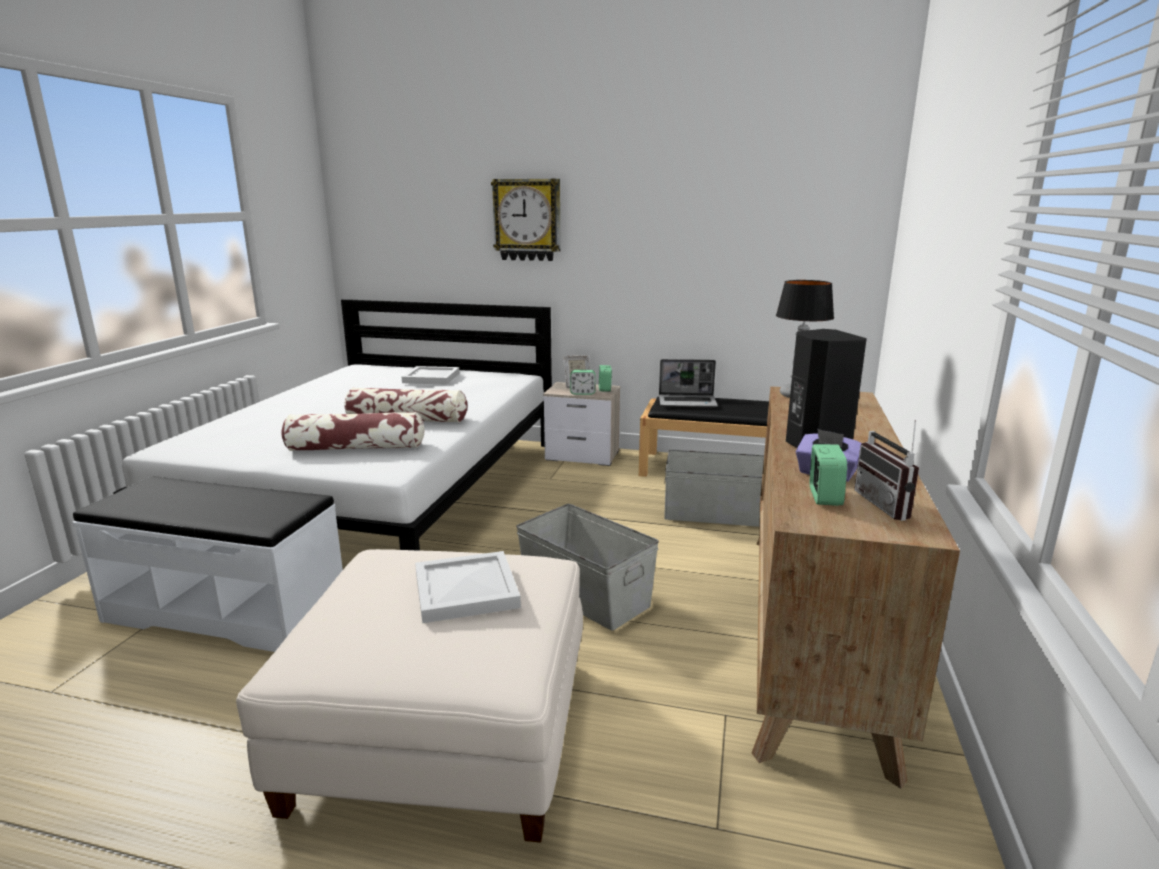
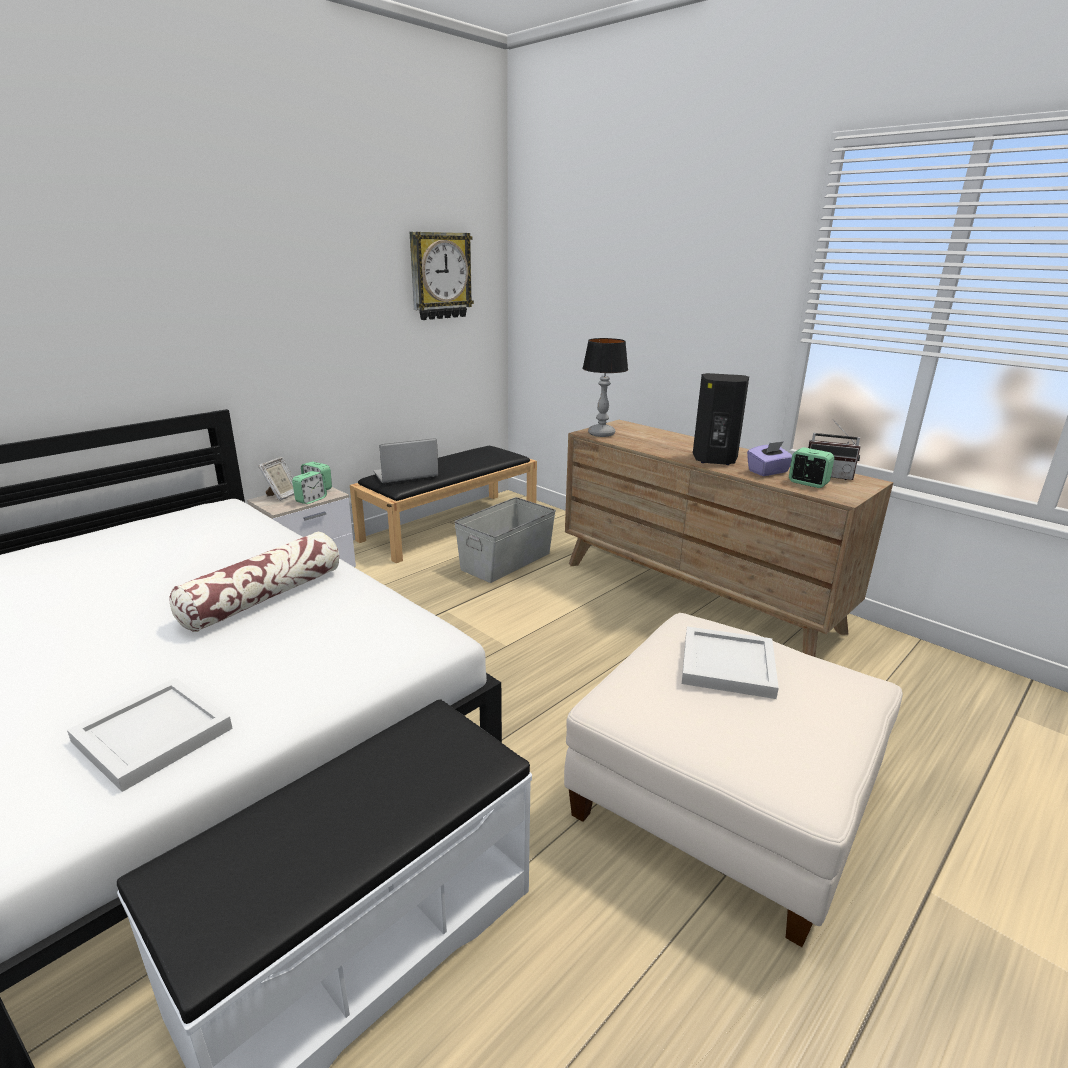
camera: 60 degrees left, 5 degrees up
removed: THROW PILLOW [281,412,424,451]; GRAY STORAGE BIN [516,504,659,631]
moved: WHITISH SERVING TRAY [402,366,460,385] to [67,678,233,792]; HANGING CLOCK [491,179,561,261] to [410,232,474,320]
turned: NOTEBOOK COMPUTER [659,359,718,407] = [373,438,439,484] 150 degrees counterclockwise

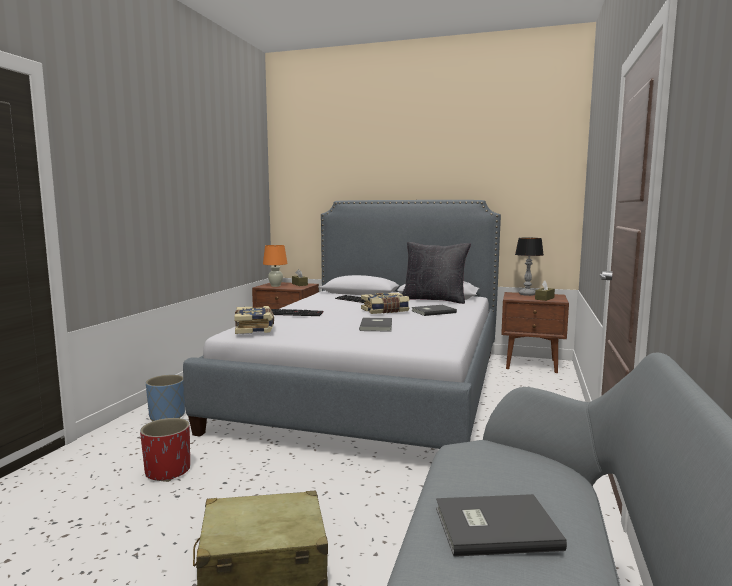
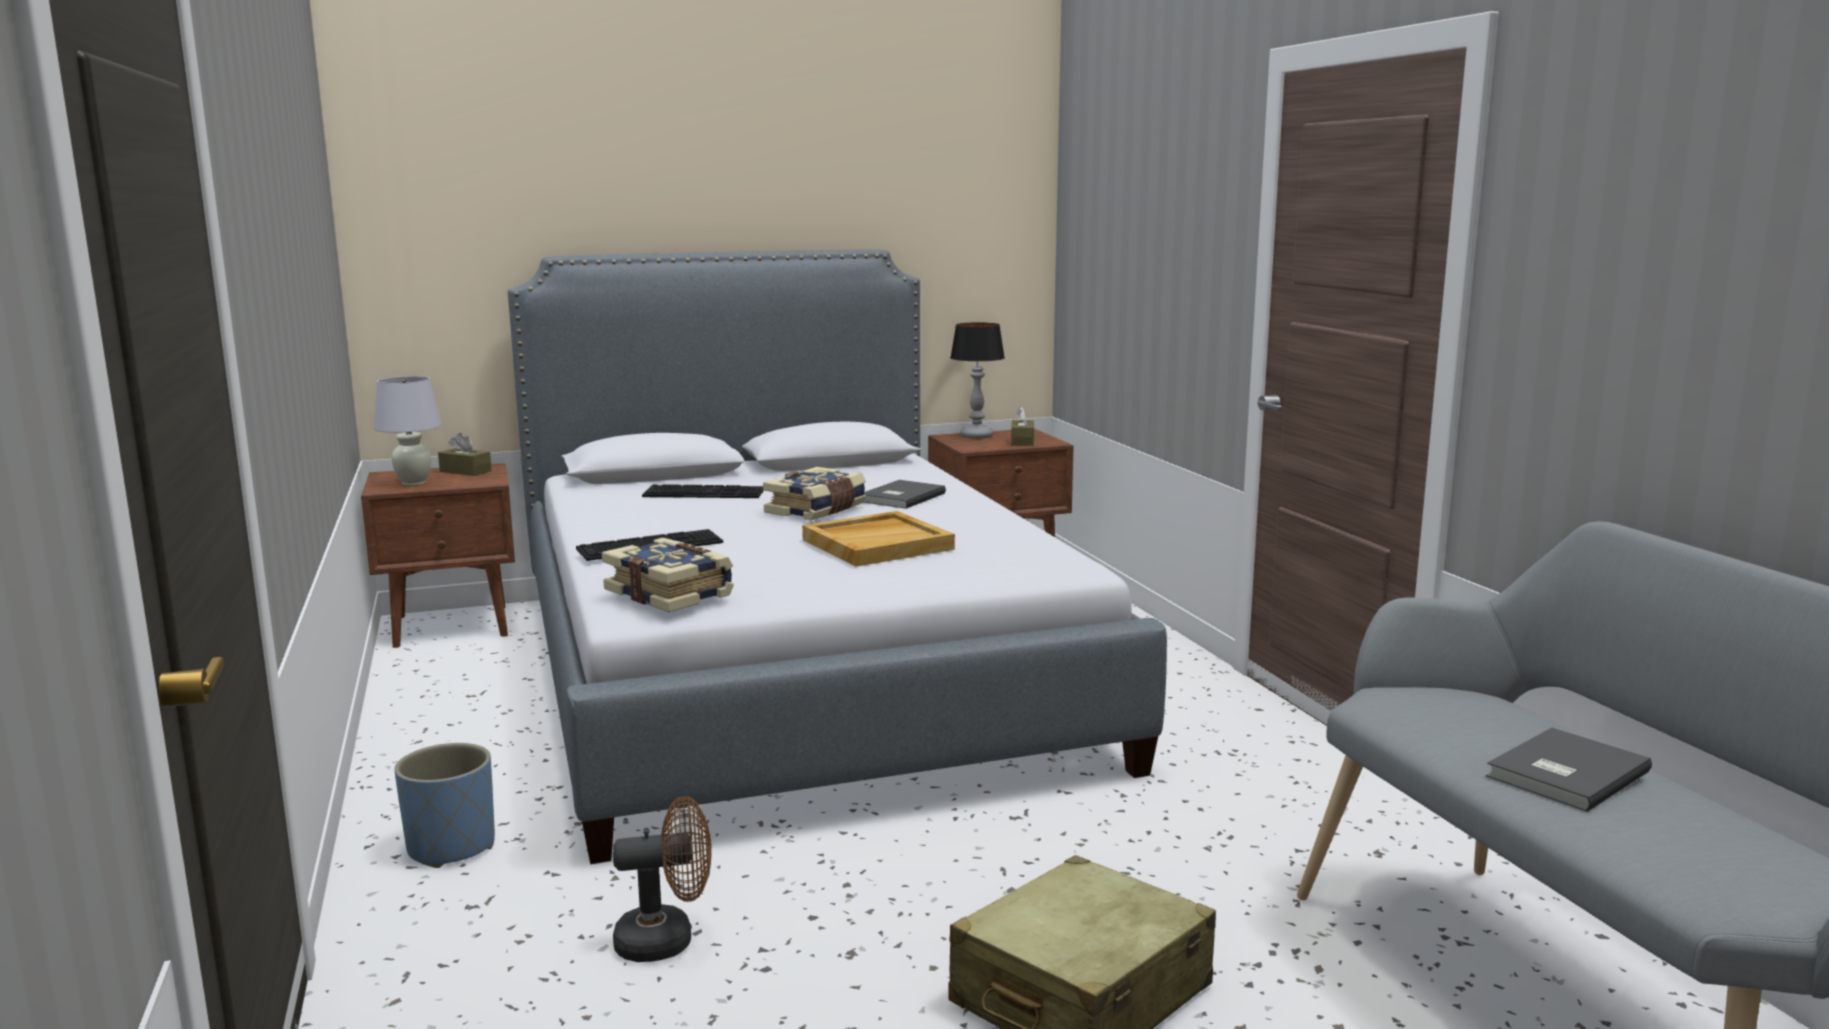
camera: 35 degrees left, 5 degrees up
removed: BLACK-COLOURED THROW PILLOW [402,242,471,304]
replaced: RED FLOWER POT [140,418,190,482] to BROWN ELECTRIC FAN [613,796,711,962]; GRAY BOUND BOOK [359,318,392,332] to BEIGE SERVING TRAY [802,511,955,567]
recoloured: ORANGE TABLETOP LAMP [263,245,288,287] to WHITISH TABLETOP LAMP [374,376,442,486]

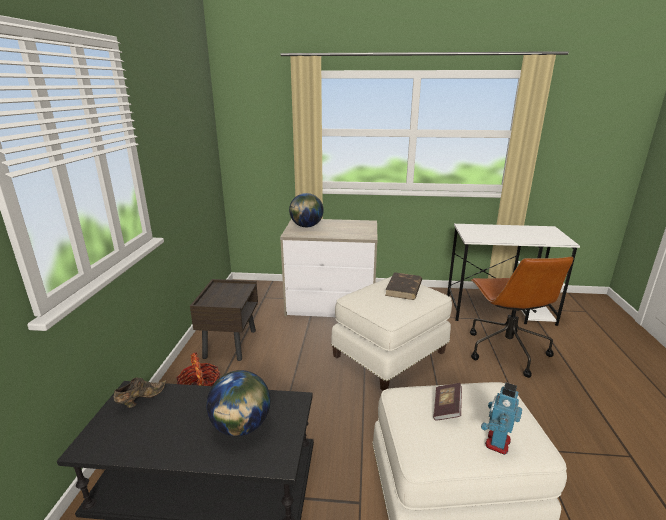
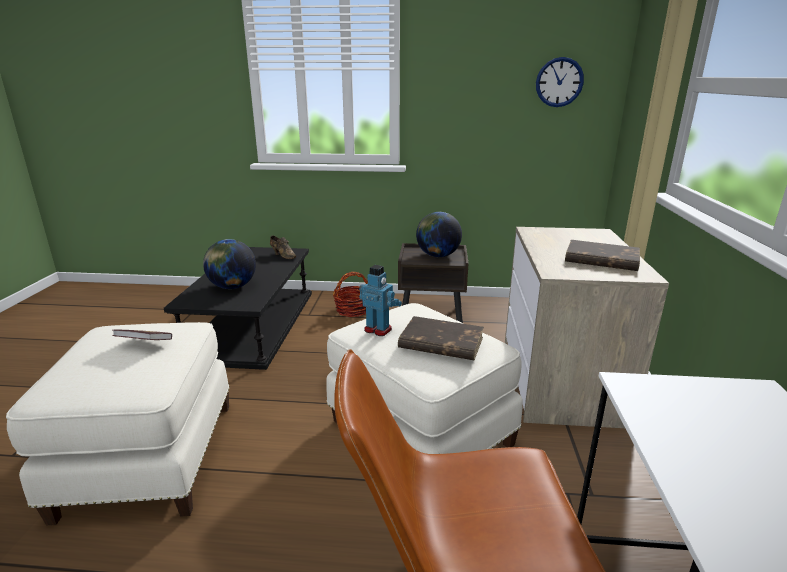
camera: 90 degrees right, 0 degrees up
added: HANGING CLOCK [536,57,584,107]; BROWN BOUND BOOK [565,240,640,271]
moved: DESK GLOBE [289,193,324,227] to [416,212,462,257]; ROBOT FIGURE [481,382,522,455] to [359,265,402,336]

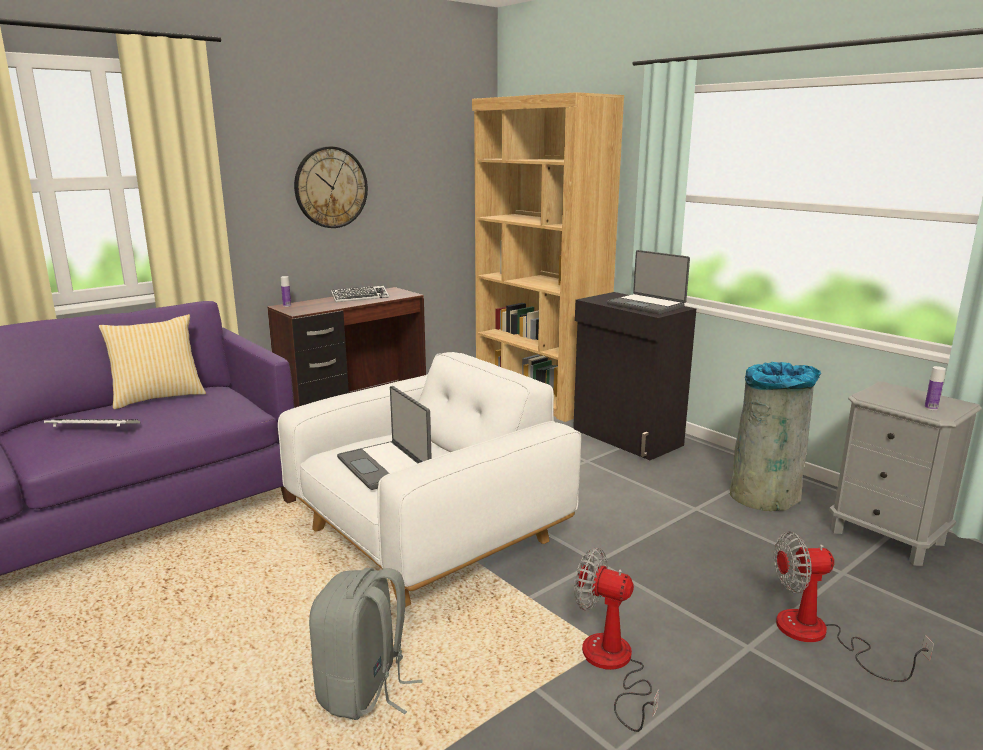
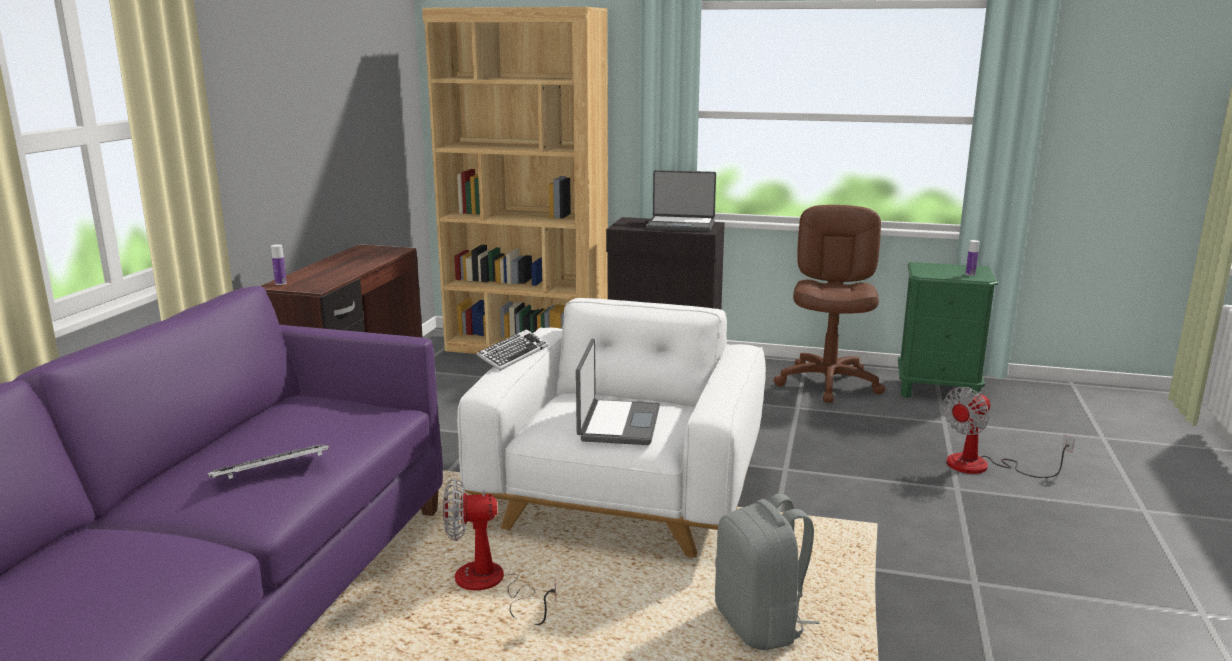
camera: 35 degrees left, 0 degrees up
removed: THROW PILLOW [99,314,206,409]; HANGING CLOCK [294,146,368,228]
moved: PC KEYBOARD [331,286,389,302] to [476,329,549,371]; ELECTRIC FAN [574,548,659,732] to [443,478,556,625]
replaced: GRAY TRASH CAN [729,362,821,511] to BROWN COMPUTER CHAIR [773,205,885,403]
recoloured: GRAY NIGHT TABLE [829,381,982,566] to GREEN-COLOURED NIGHT TABLE [898,262,998,398]
turned: NOTEBOOK COMPUTER [337,386,432,490] = [576,339,660,445] 105 degrees counterclockwise

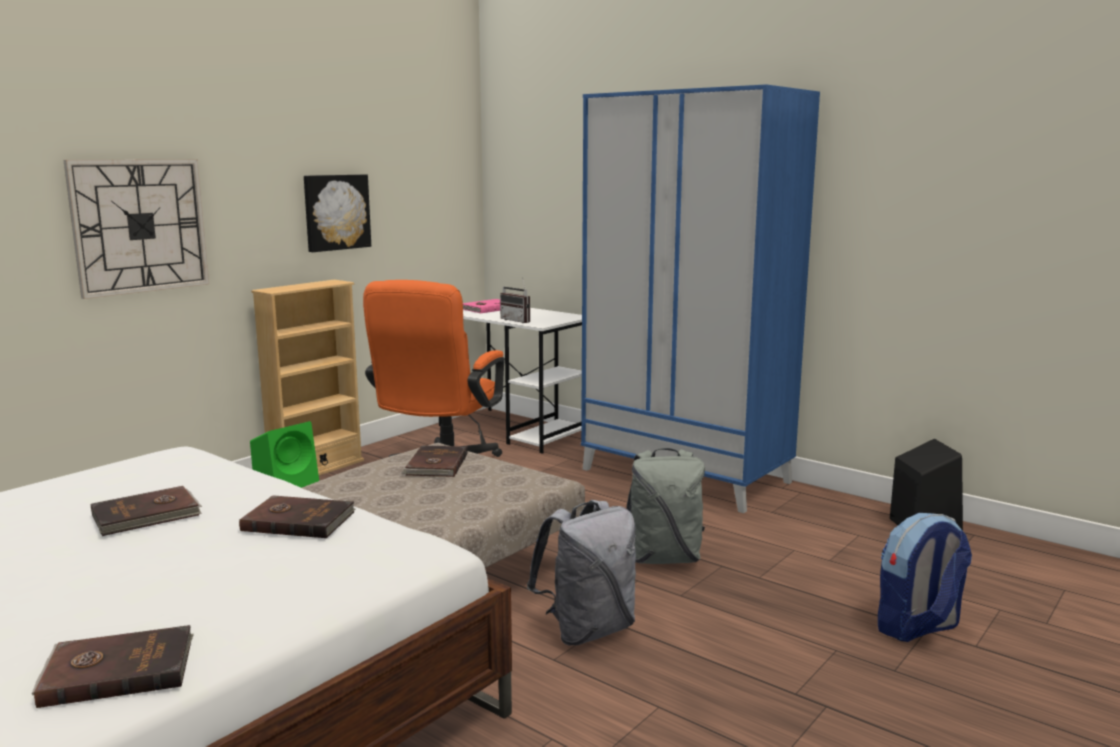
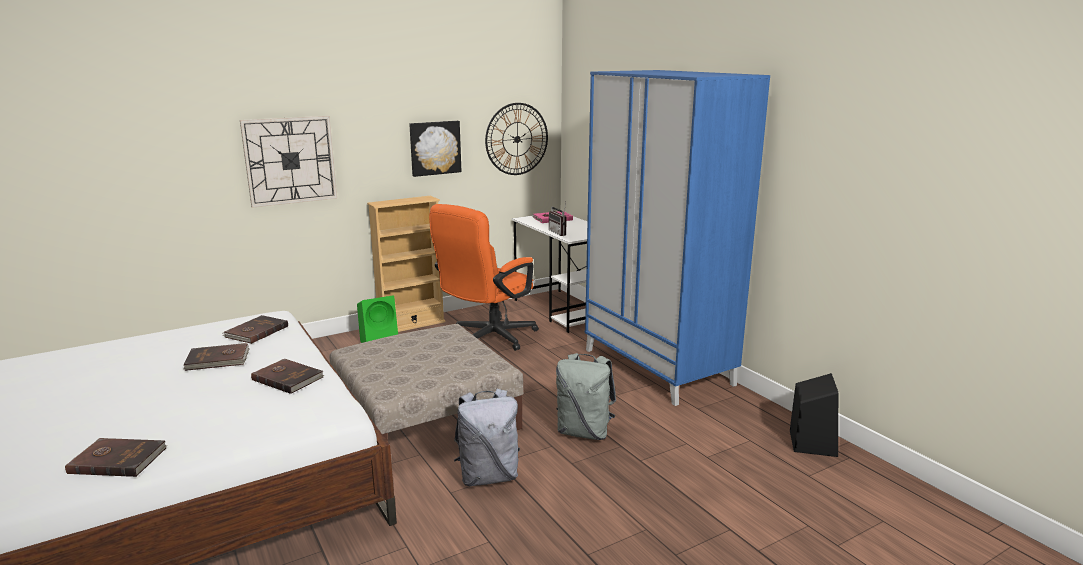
camera: 20 degrees right, 5 degrees up
removed: RUCKSACK [878,513,972,642]
added: HANGING CLOCK [485,103,548,175]
moved: BROWN BOUND BOOK [401,445,468,477] to [222,315,288,344]

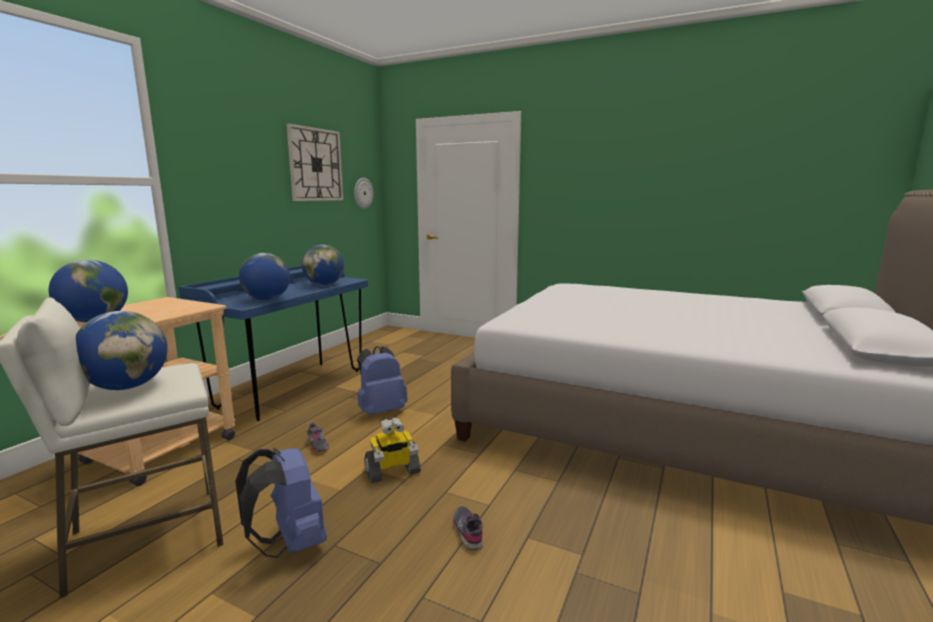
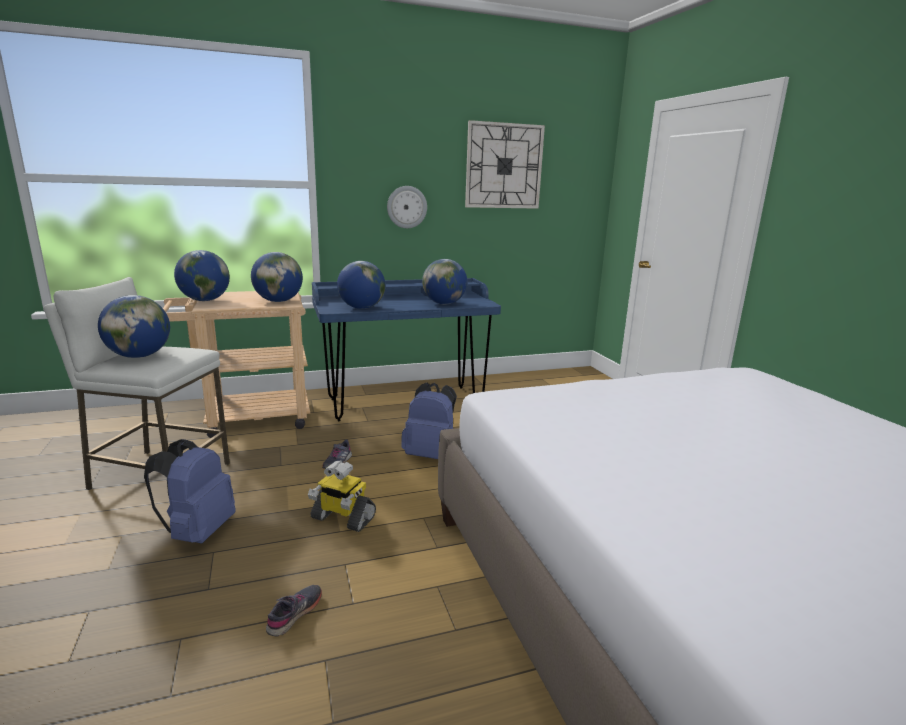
camera: 45 degrees right, 5 degrees up
added: DESK GLOBE [251,252,303,302]
moved: HANGING CLOCK [354,178,374,209] to [387,186,427,228]

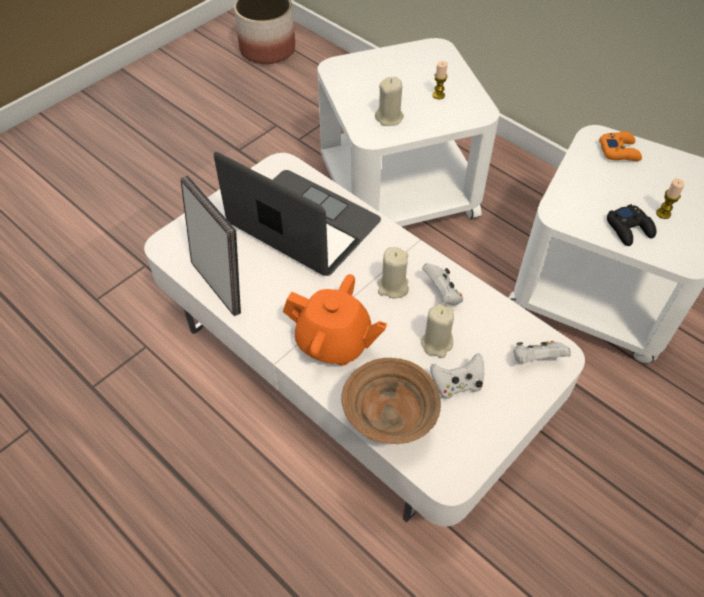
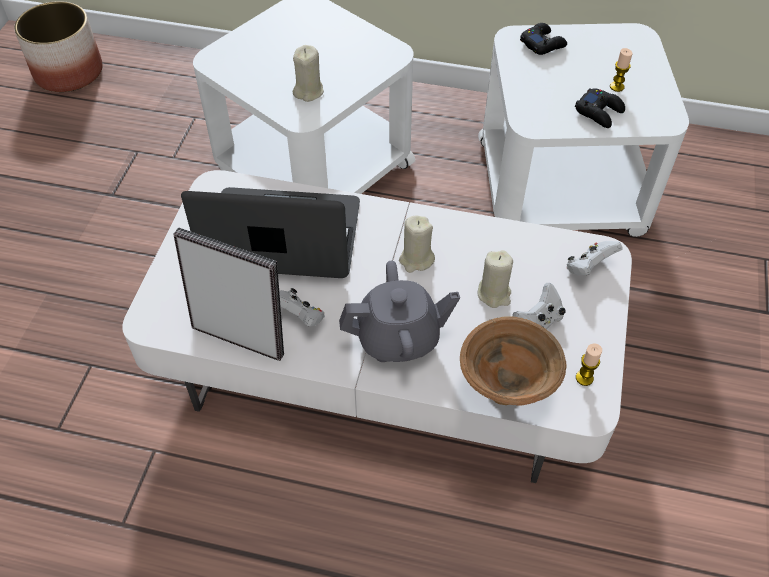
camera: 30 degrees left, 0 degrees up
moved: WHITISH JOYPAD [422,263,463,305] to [279,288,325,327]; WAX CANDLE [432,61,448,99] to [576,343,602,386]
recoloured: ORANGE POT FOR TEA [283,274,387,366] to GRAY POT FOR TEA [339,261,460,362]; ORANGE JOYPAD [599,131,642,161] to BLACK-COLOURED JOYPAD [520,23,567,55]

